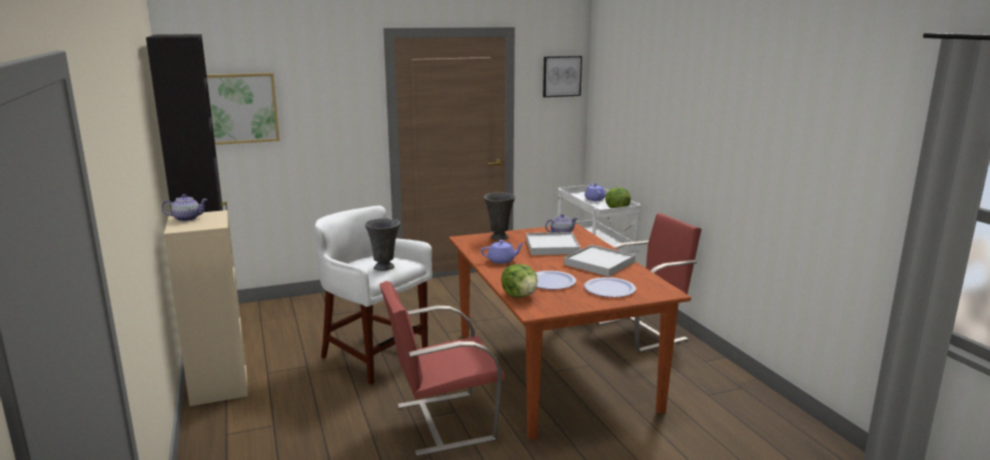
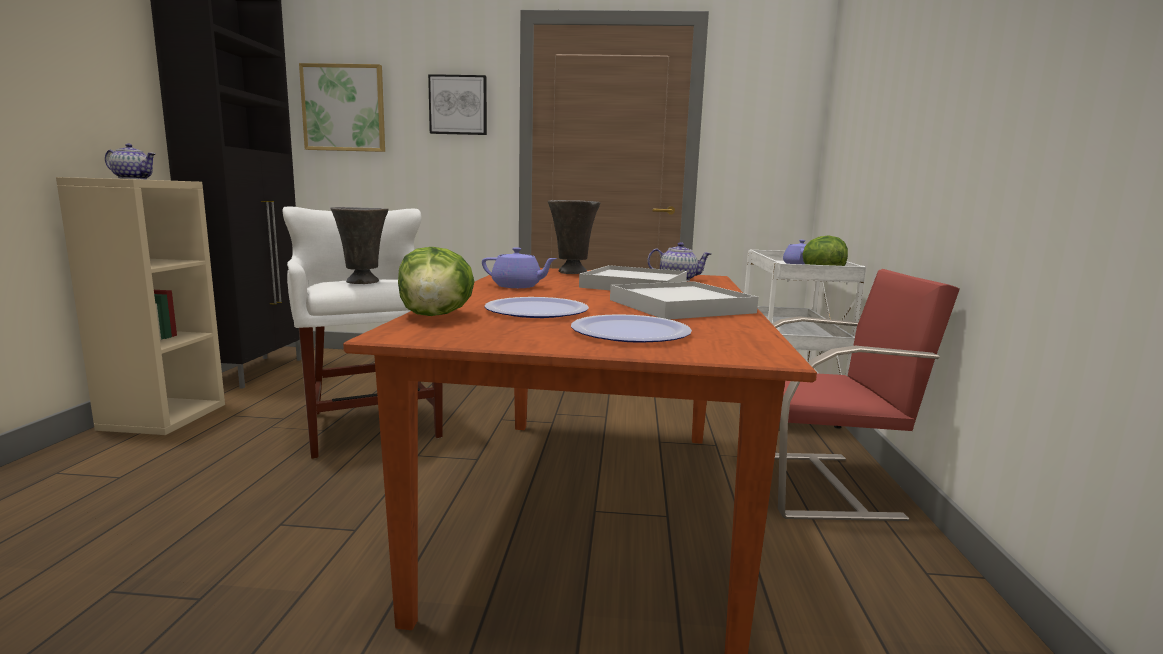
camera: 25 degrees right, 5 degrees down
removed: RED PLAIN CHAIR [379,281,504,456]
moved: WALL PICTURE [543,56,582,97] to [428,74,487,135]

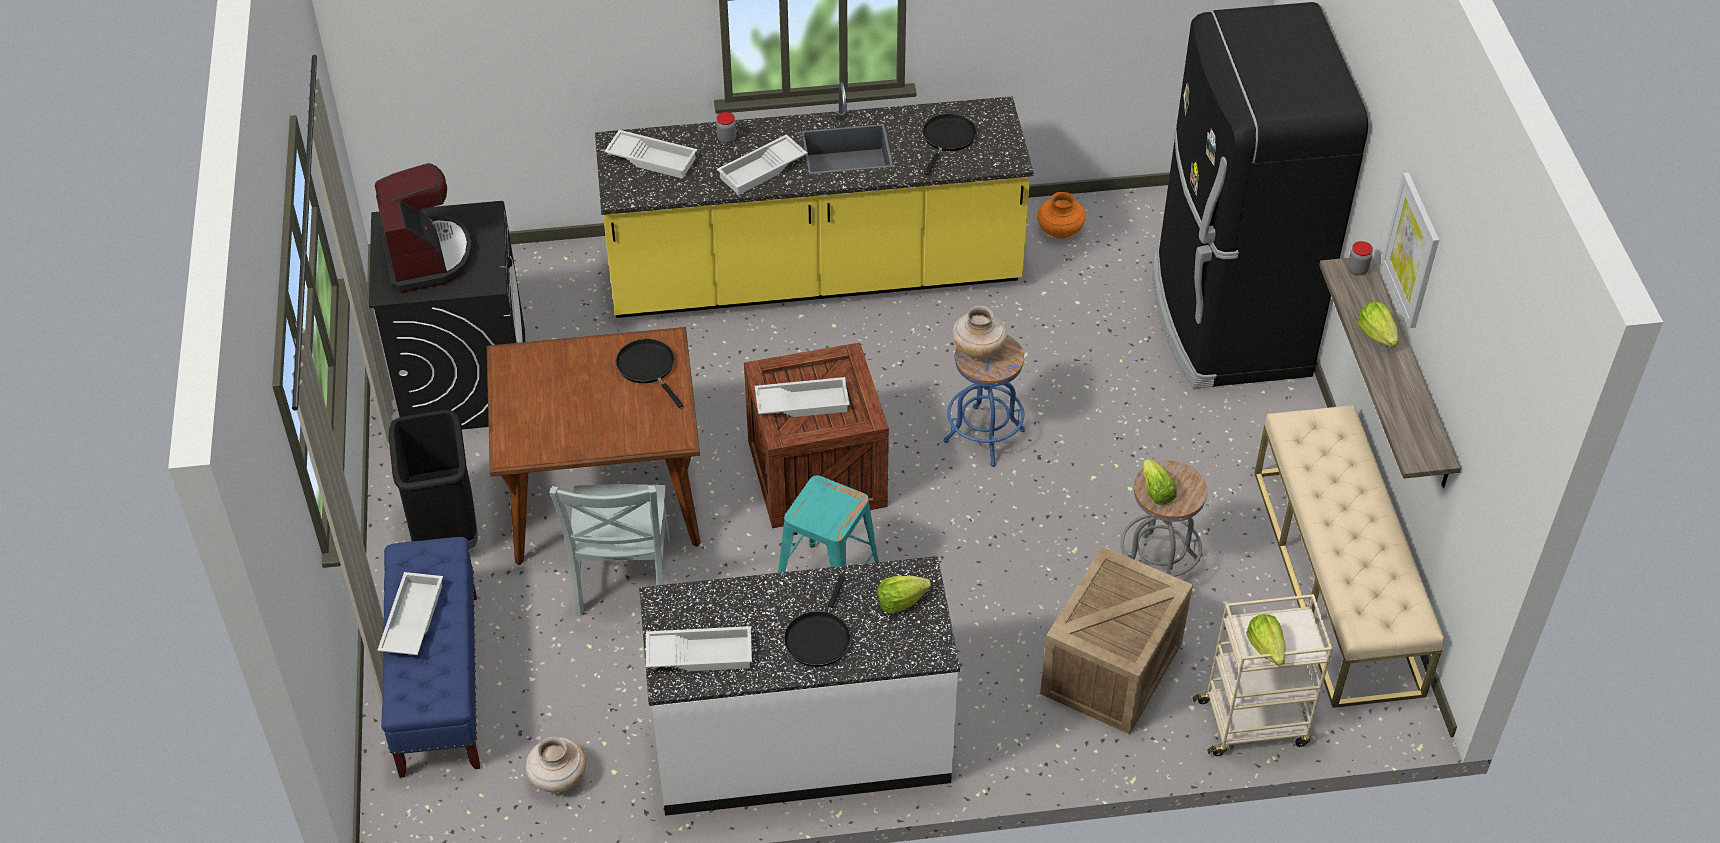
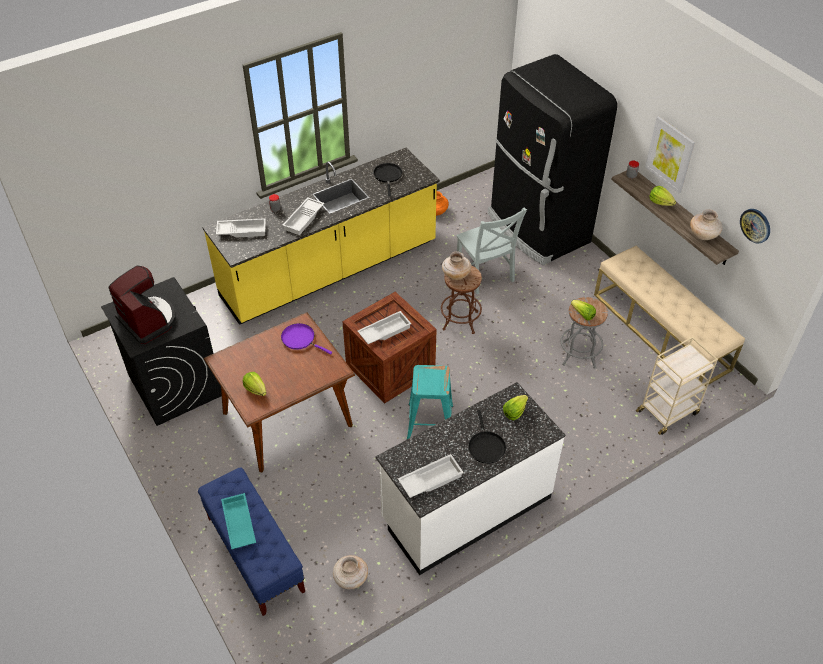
camera: 25 degrees left, 0 degrees up
removed: BLACK-COLOURED TRASH CAN [389,410,478,549]; PACKING CRATE [1040,546,1193,734]
added: BEIGE FLOWER VASE [690,209,722,240]; HANGING CLOCK [740,209,770,243]
moved: GRAY PLAIN CHAIR [549,484,670,616] to [456,208,527,294]; LETTUCE HEAD [1246,614,1286,666] to [243,372,267,396]
recoloured: WHITISH SERVING TRAY [378,572,443,655] to TURQUOISE SERVING TRAY [221,493,256,549]; BLACK-COLOURED SKILLET [616,339,683,408] to PURPLE SKILLET [281,323,332,355]; BLUE STOOL SEAT [944,335,1025,467] to BROWN STOOL SEAT [441,266,482,334]

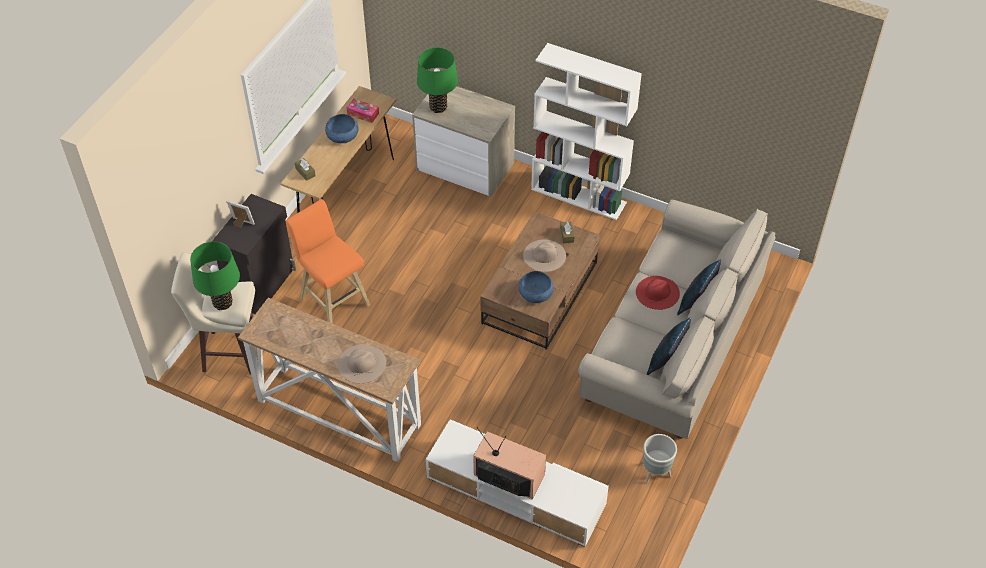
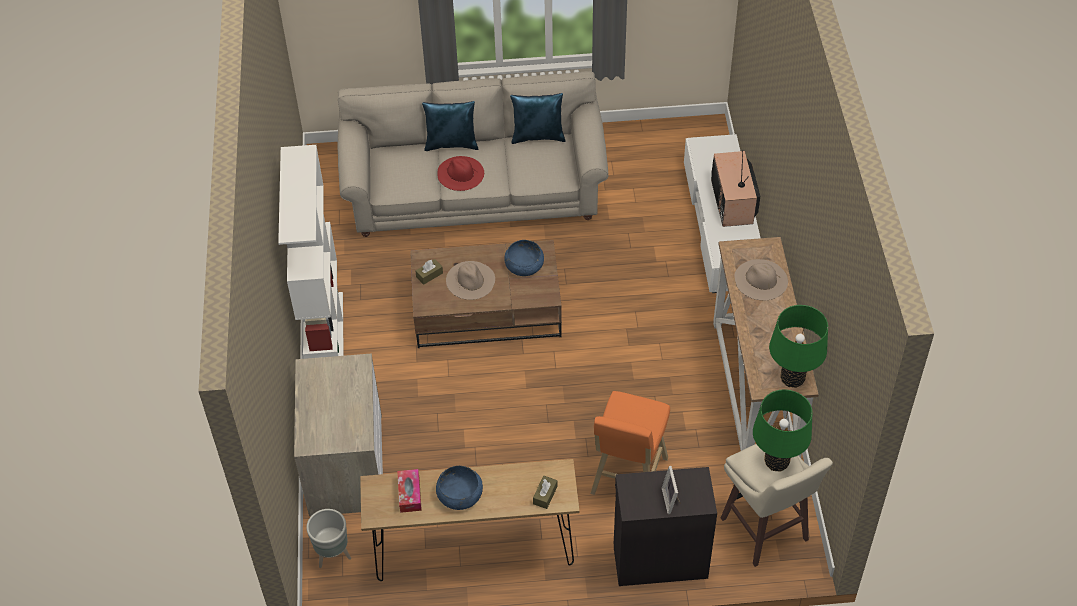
camera: 120 degrees left, 0 degrees up
moved: GREEN-COLOURED TABLETOP LAMP [417,47,458,113] to [769,305,828,388]; GRAY FLOWER POT [643,434,677,484] to [306,509,351,568]

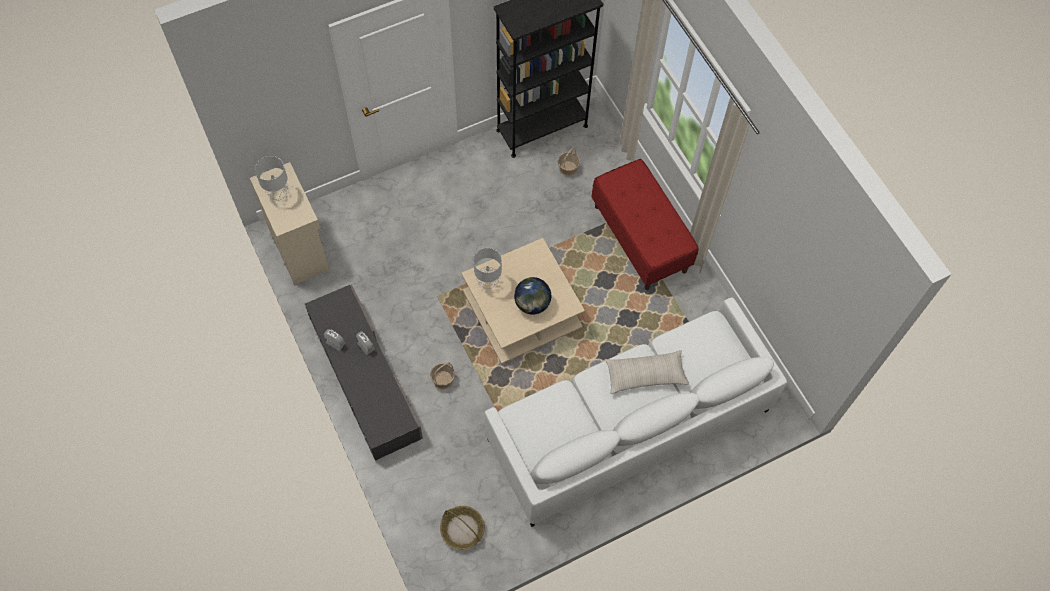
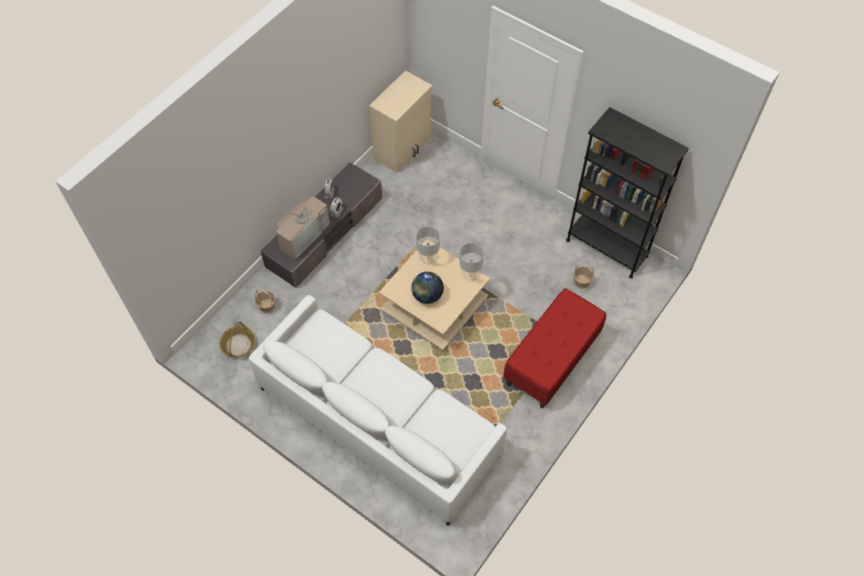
camera: 65 degrees right, 5 degrees down
removed: BEIGE THROW PILLOW [605,350,689,394]
added: TV [276,191,330,259]
moved: GRAY TABLETOP LAMP [255,156,289,201] to [459,243,484,281]; BASKET [430,362,455,390] to [255,290,276,314]

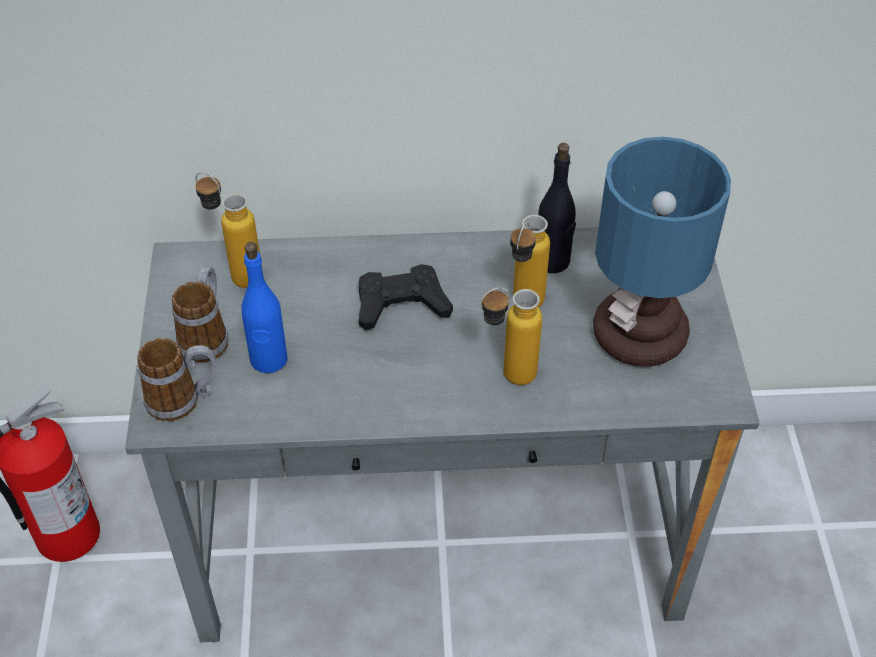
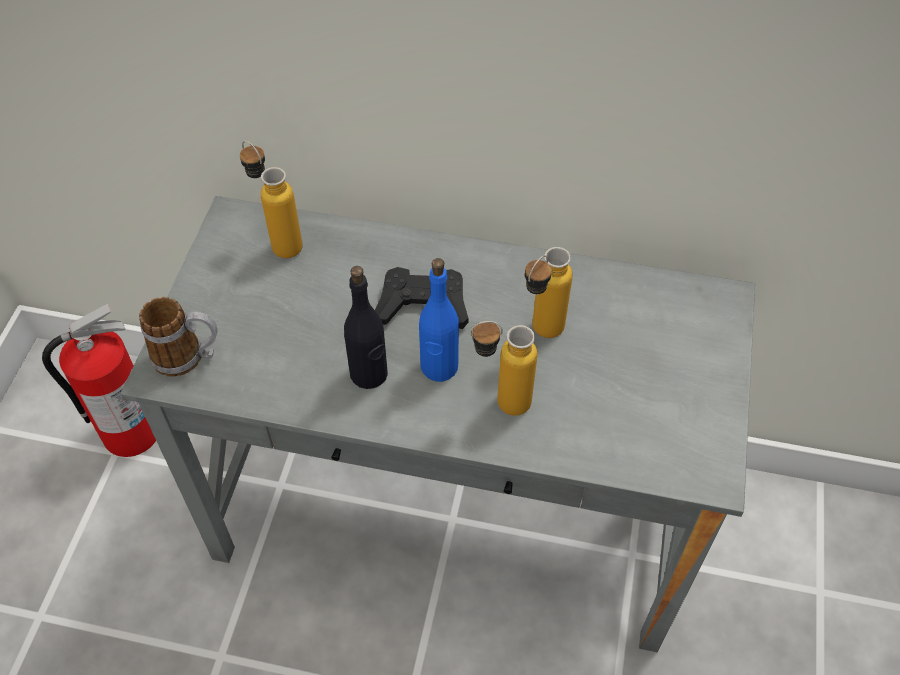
camera: 15 degrees right, 5 degrees up
removed: COFFEE MUG [172,266,229,363]; TABLETOP LAMP [593,137,731,367]
moved: BLUE DRINK BOTTLE [241,242,288,373] to [419,258,459,382]; BLACK-COLOURED DRINK BOTTLE [538,143,576,273] to [344,266,388,389]

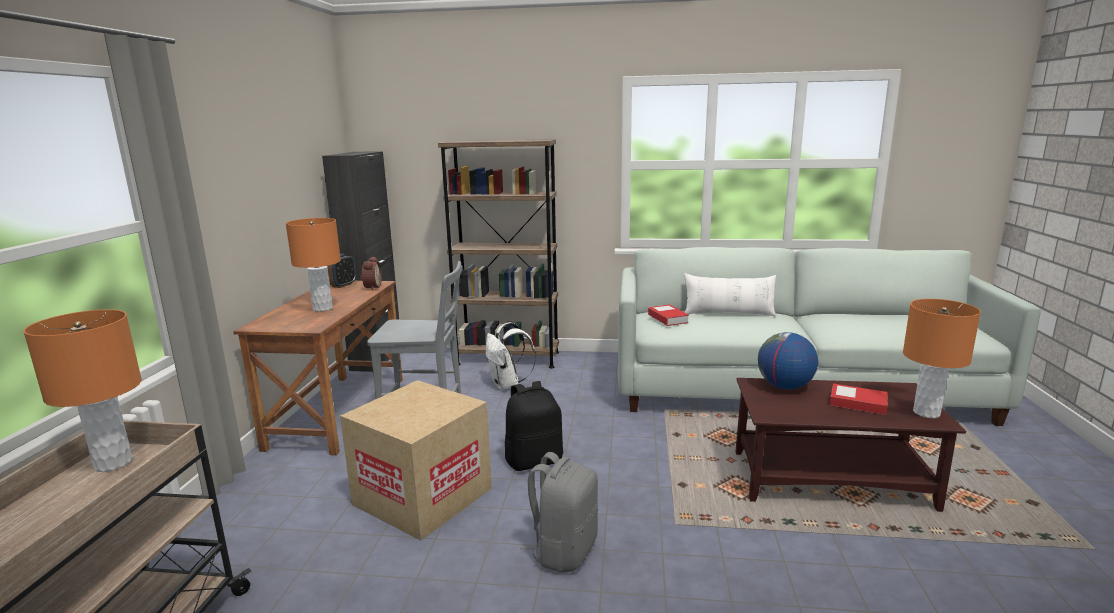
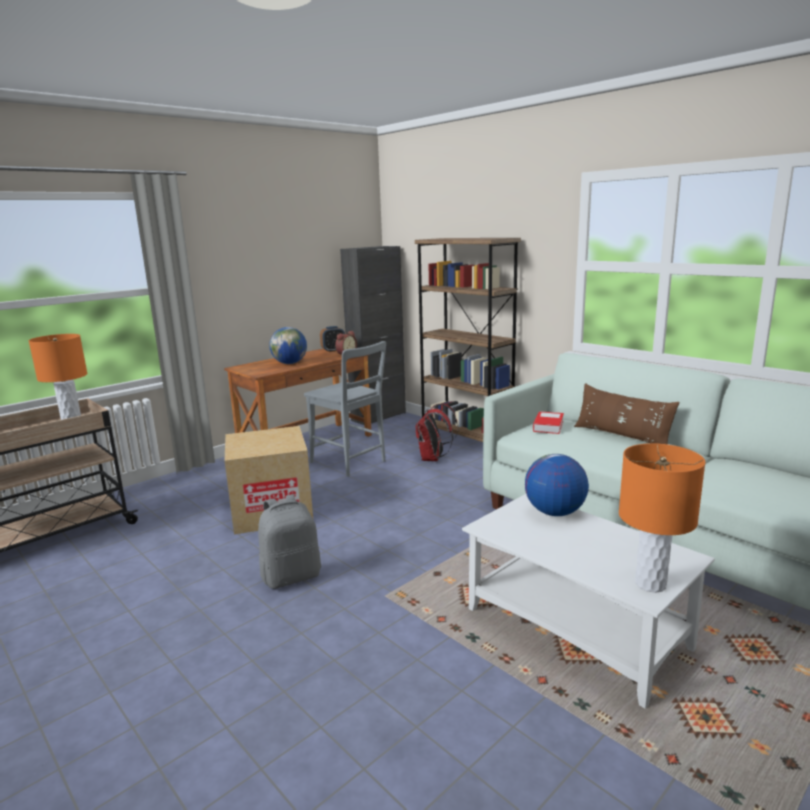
camera: 40 degrees right, 0 degrees up
removed: BLACK-COLOURED RUCKSACK [505,381,563,471]; BOUND BOOK [830,383,888,415]
replaced: ORANGE TABLETOP LAMP [286,218,341,312] to DESK GLOBE [269,327,307,364]
recoloured: WHITISH RUCKSACK [485,322,536,390] to RED RUCKSACK [416,403,458,461]; WHITISH THROW PILLOW [684,273,776,317] to BROWN THROW PILLOW [574,383,679,445]; BROWN LOW TABLE [736,378,966,512] to WHITISH LOW TABLE [462,494,715,709]

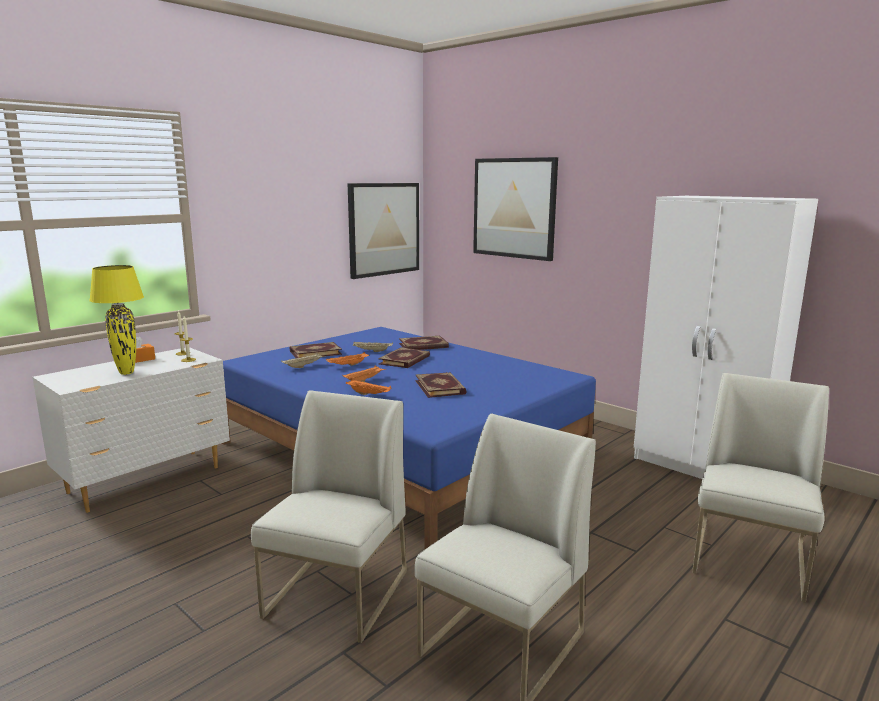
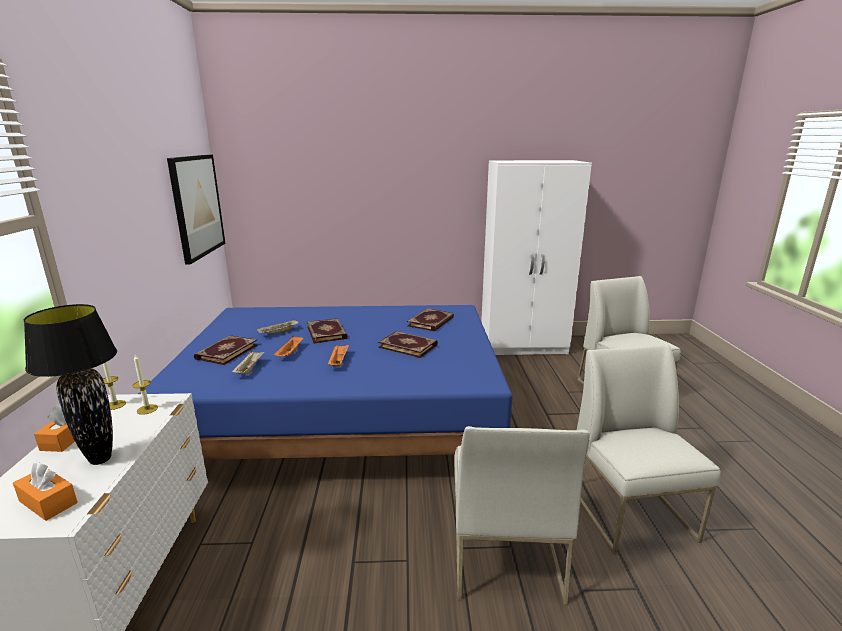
camera: 45 degrees left, 5 degrees up
removed: ORANGE SERVING TRAY [346,379,392,395]; WALL PICTURE [473,157,558,261]
added: ORANGE TISSUE HOLDER [13,462,78,521]
moved: BOUND BOOK [399,336,449,350] to [407,308,454,331]
recoloured: YELLOWISH TABLETOP LAMP [89,265,144,375] to BLACK-COLOURED TABLETOP LAMP [24,304,117,465]
turned: WHITISH PLAIN CHAIR [251,390,407,643] = [454,426,589,605] 150 degrees counterclockwise

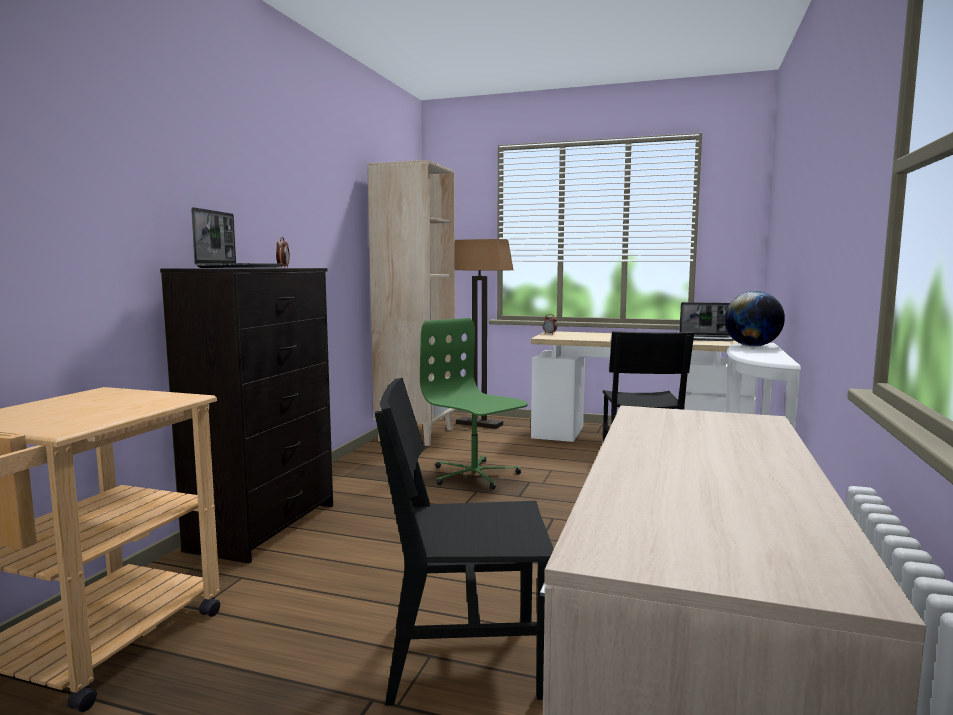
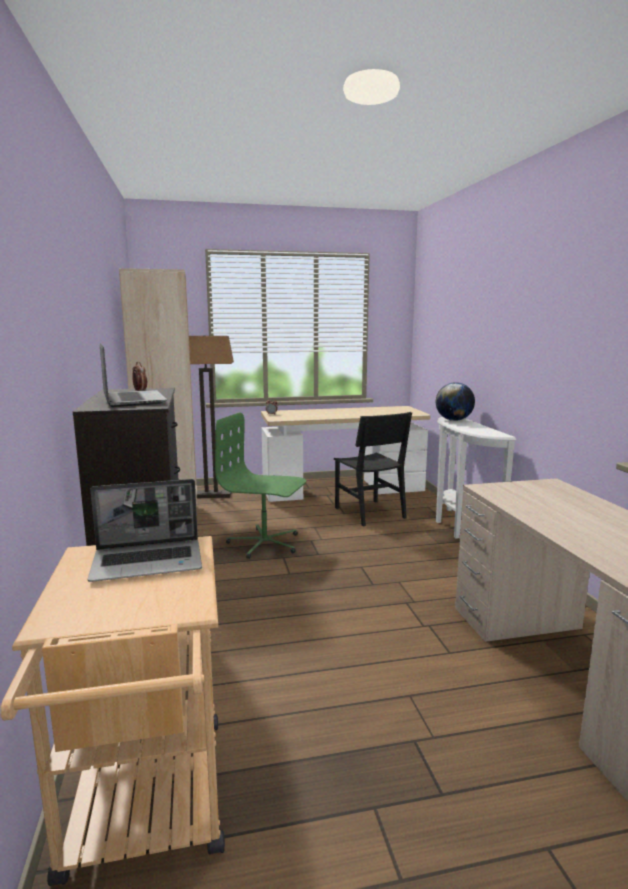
camera: 30 degrees left, 5 degrees up
removed: BLACK-COLOURED PLAIN CHAIR [375,378,554,705]
moved: NOTEBOOK COMPUTER [679,302,734,341] to [88,479,202,582]

